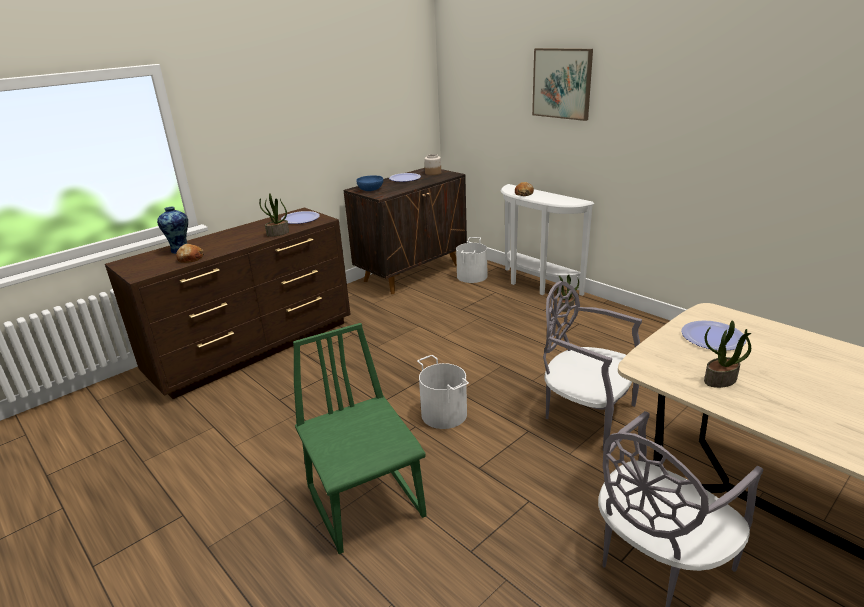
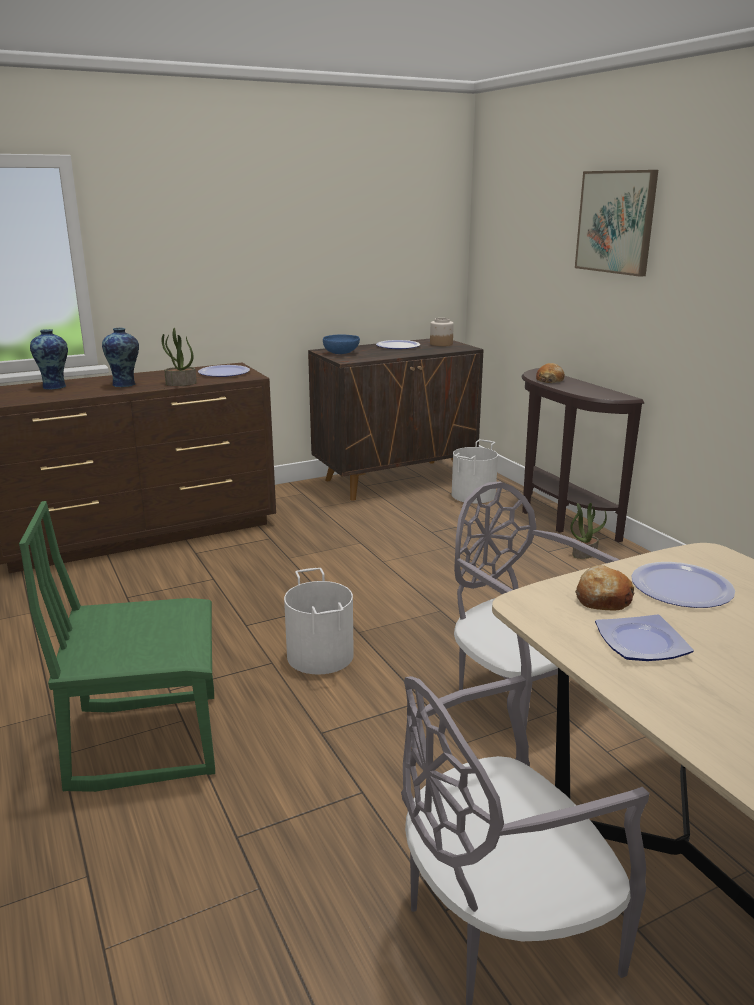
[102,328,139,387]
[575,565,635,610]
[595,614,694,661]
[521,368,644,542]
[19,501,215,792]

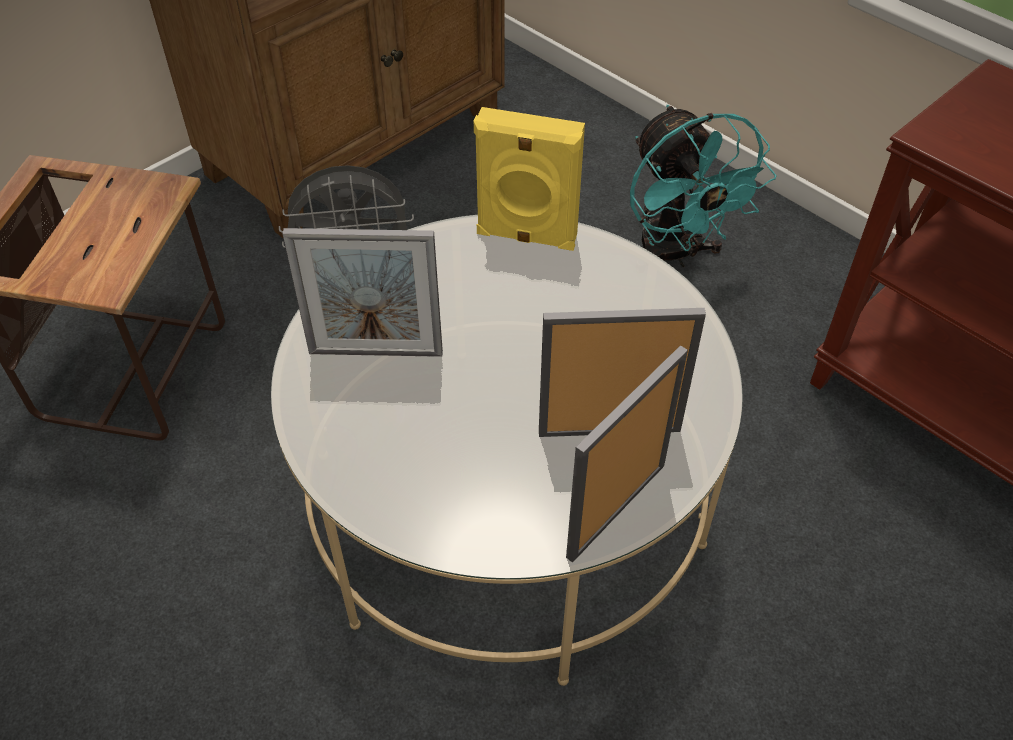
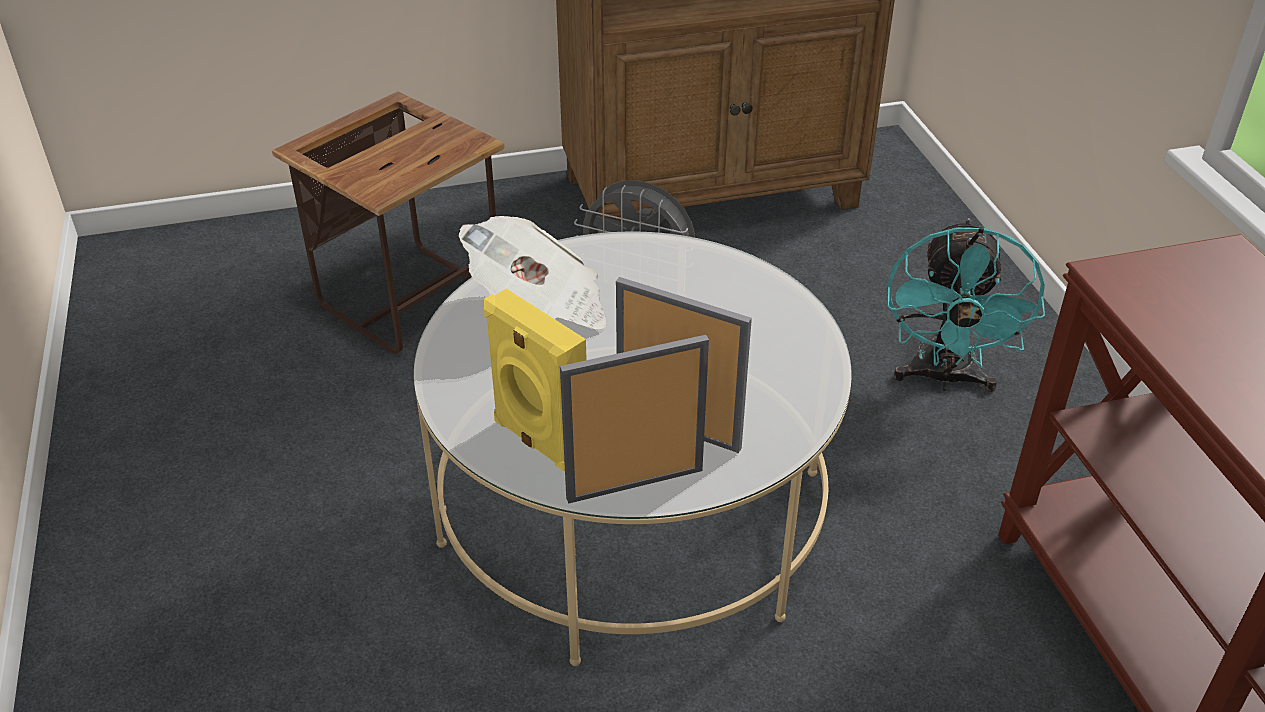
[484,289,587,472]
[459,216,607,329]

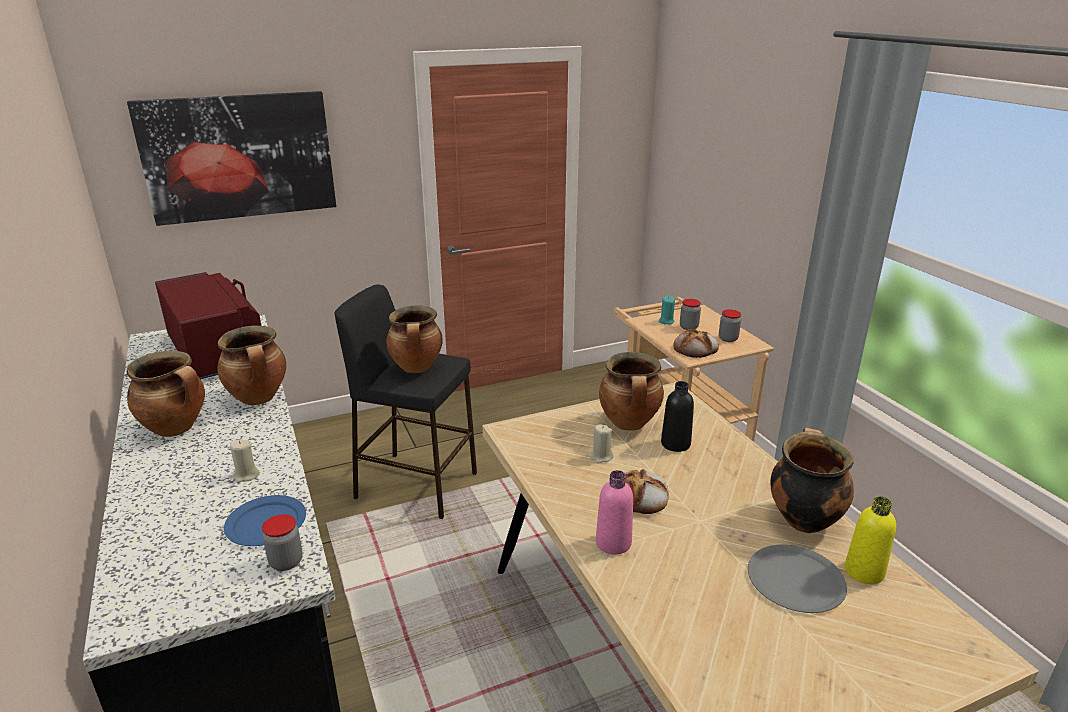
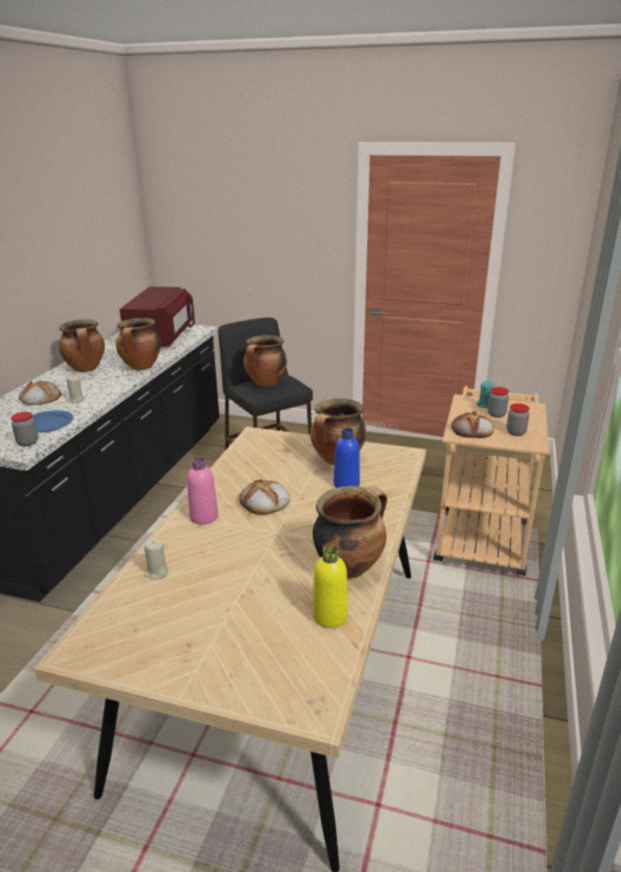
[127,91,336,226] (first image)
[748,545,847,613] (first image)
[19,381,61,405]
[144,538,170,579]
[334,428,360,488]

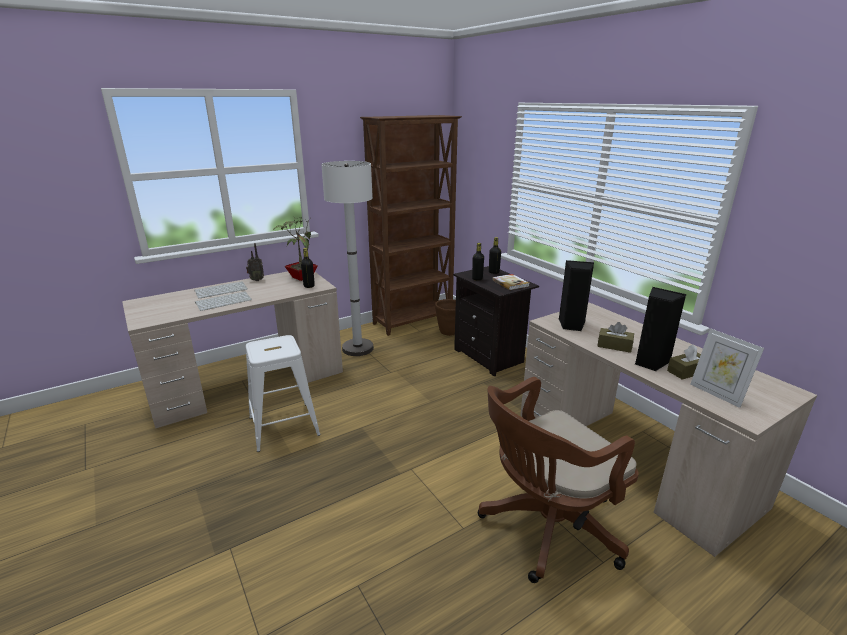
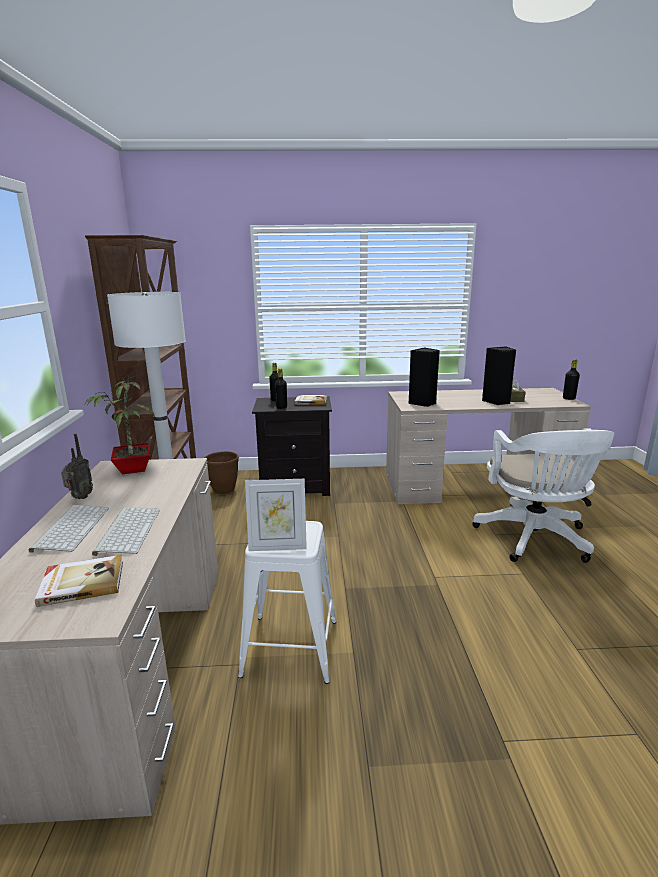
[597,322,634,353] (first image)
[35,555,123,607]
[563,359,580,400]
[245,479,307,551]
[472,428,614,563]

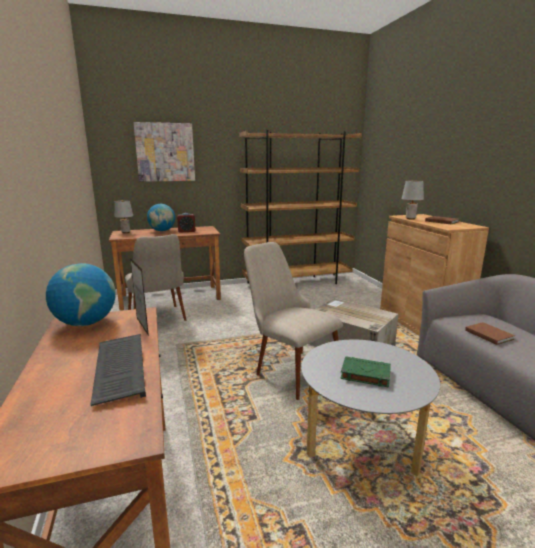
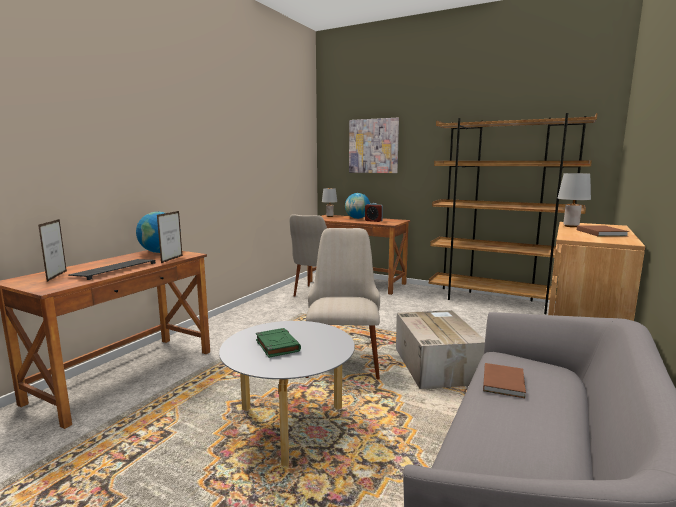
[38,219,67,282]

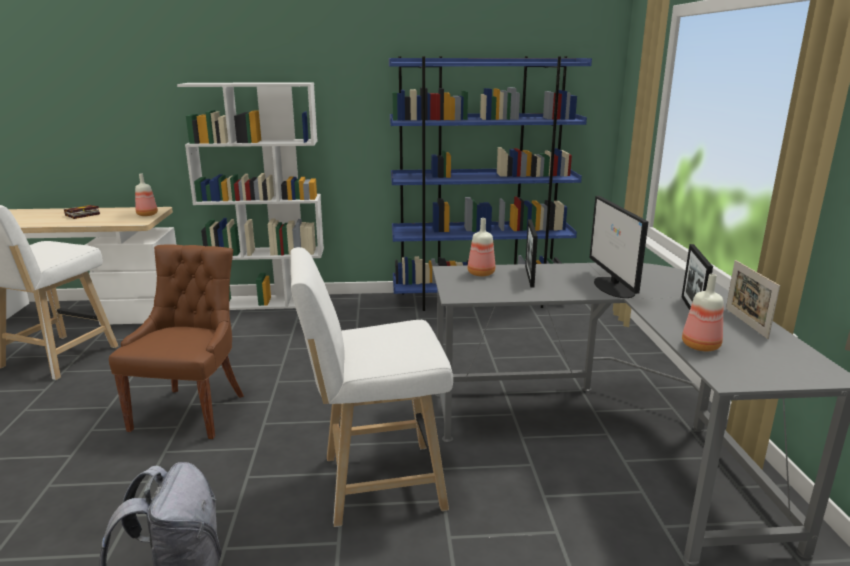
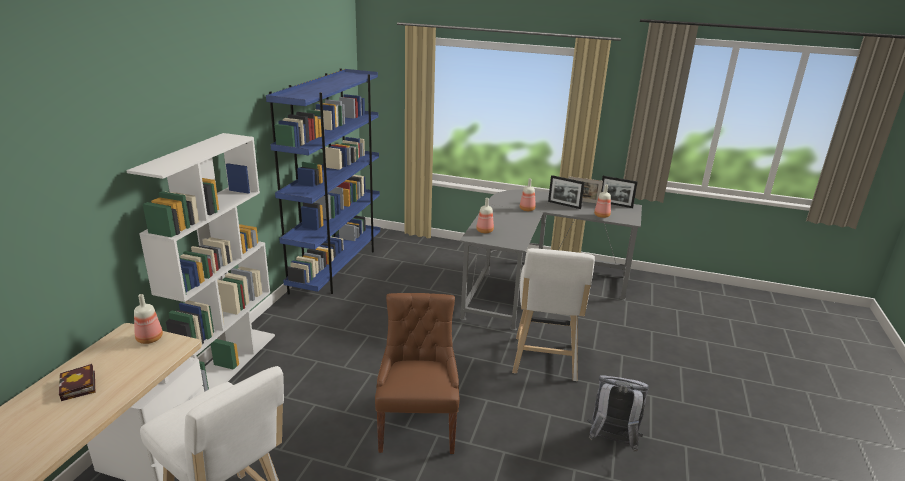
[601,176,638,208]
[520,179,536,211]
[375,293,459,454]

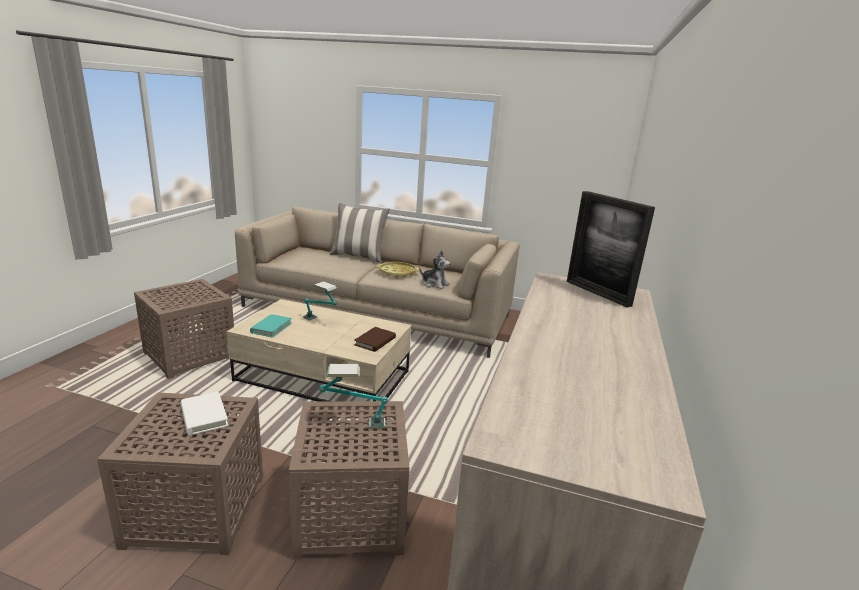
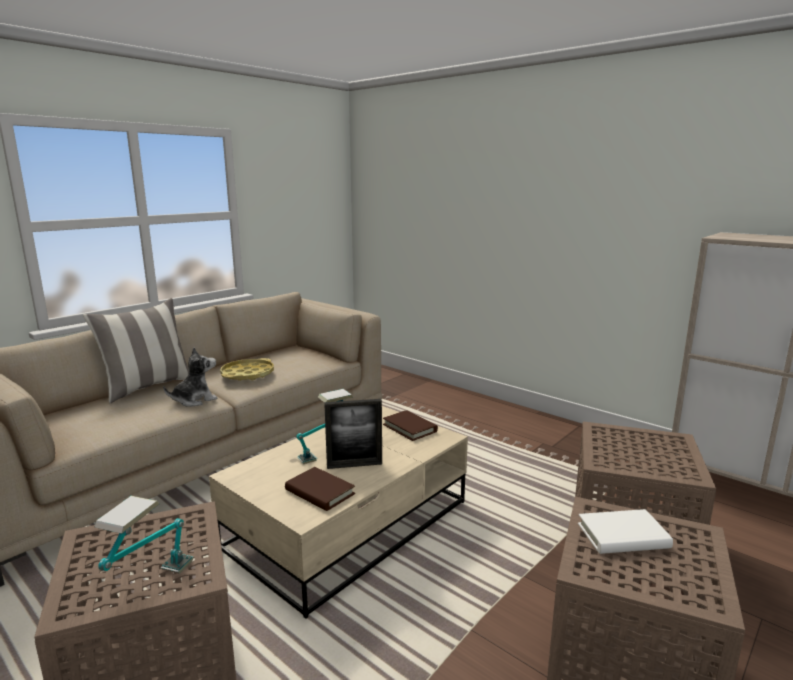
[95,496,194,574]
[163,347,218,407]
[324,399,382,469]
[285,467,355,511]

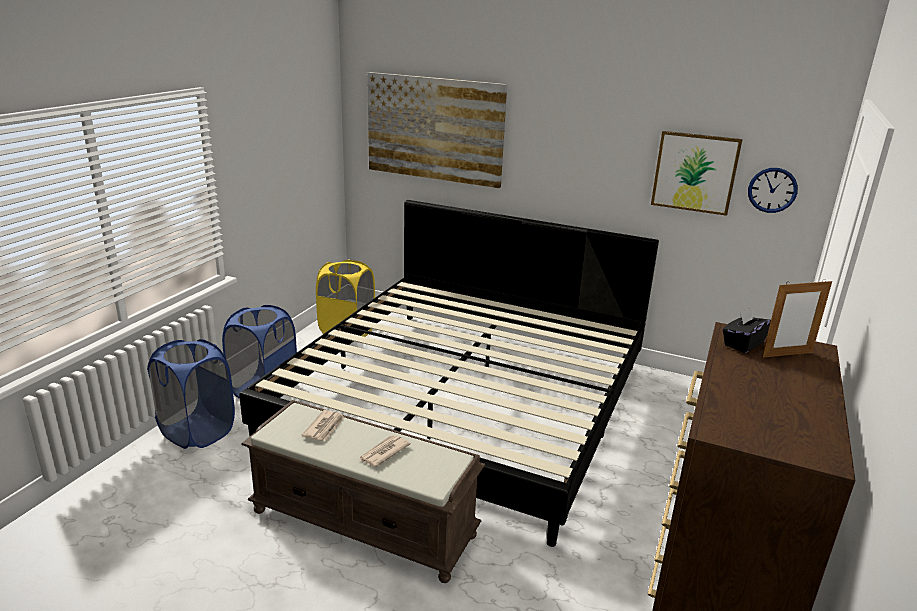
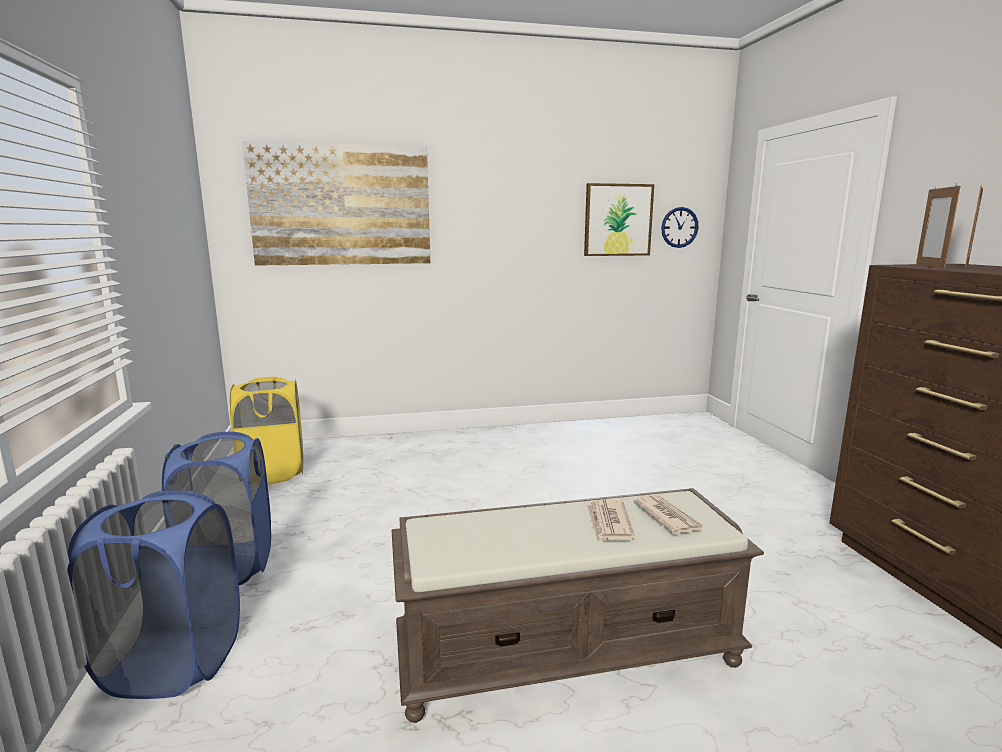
[239,200,659,547] (first image)
[633,495,704,534]
[916,183,960,269]

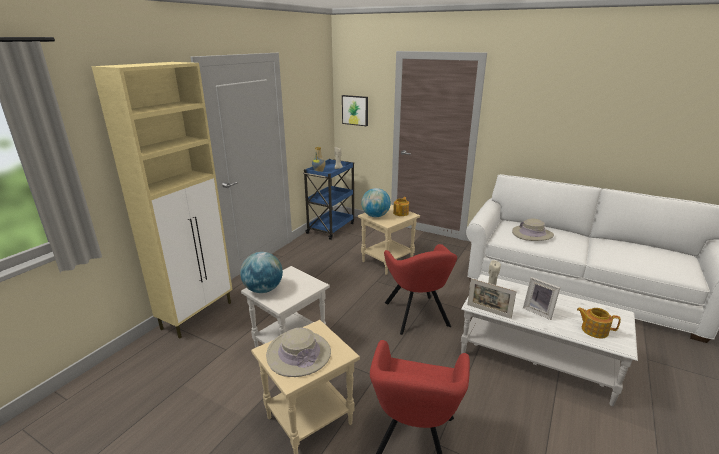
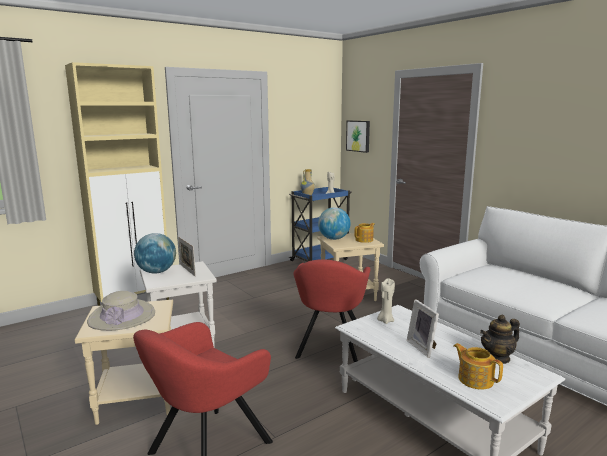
[512,219,554,241] (first image)
[480,315,520,364]
[178,237,196,277]

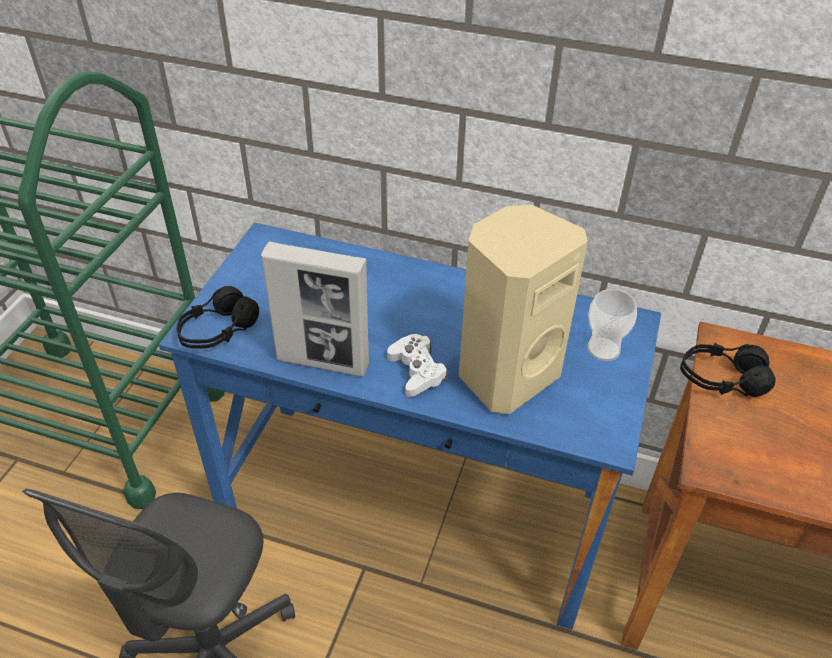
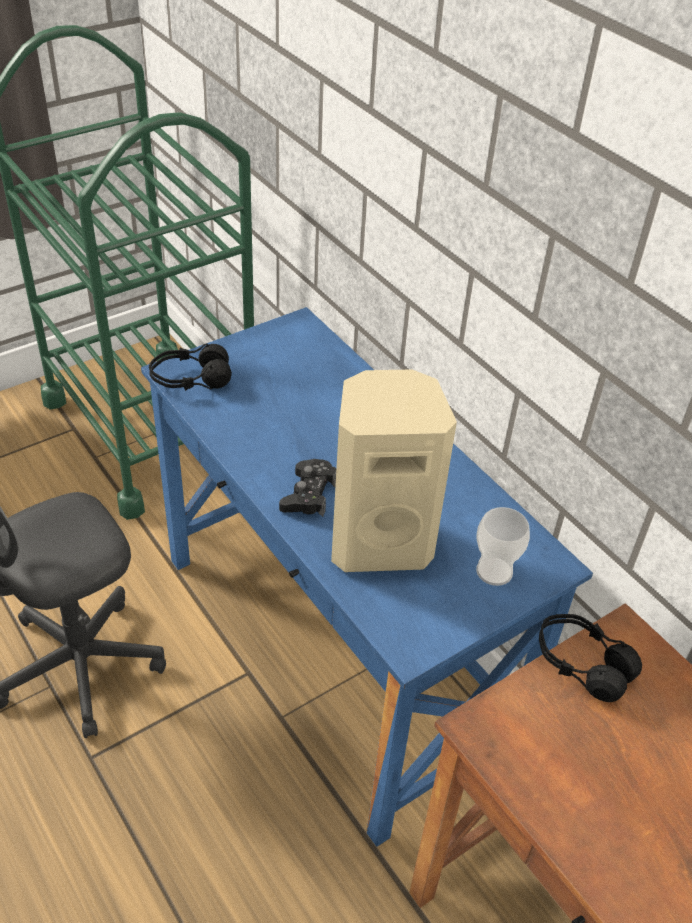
[261,242,369,377] (first image)
[279,459,336,517]

